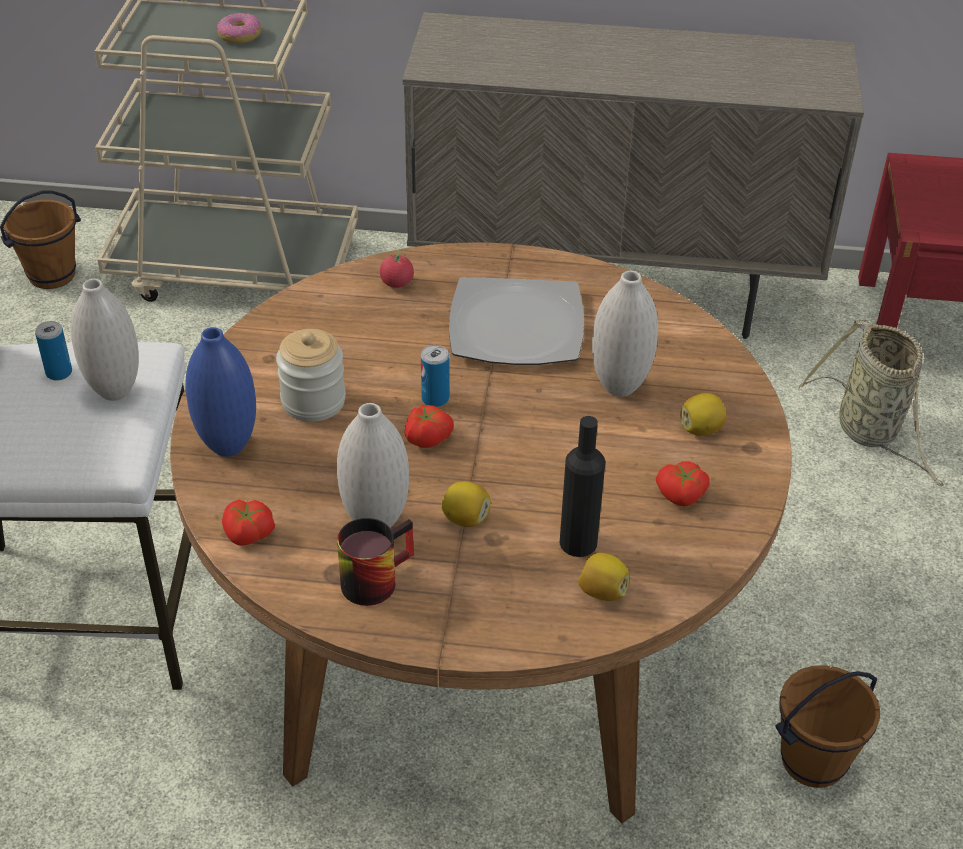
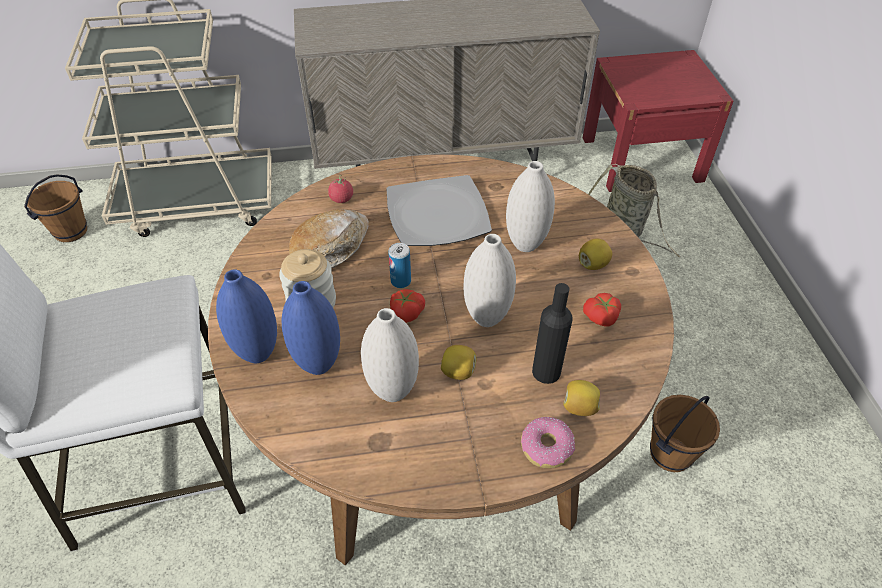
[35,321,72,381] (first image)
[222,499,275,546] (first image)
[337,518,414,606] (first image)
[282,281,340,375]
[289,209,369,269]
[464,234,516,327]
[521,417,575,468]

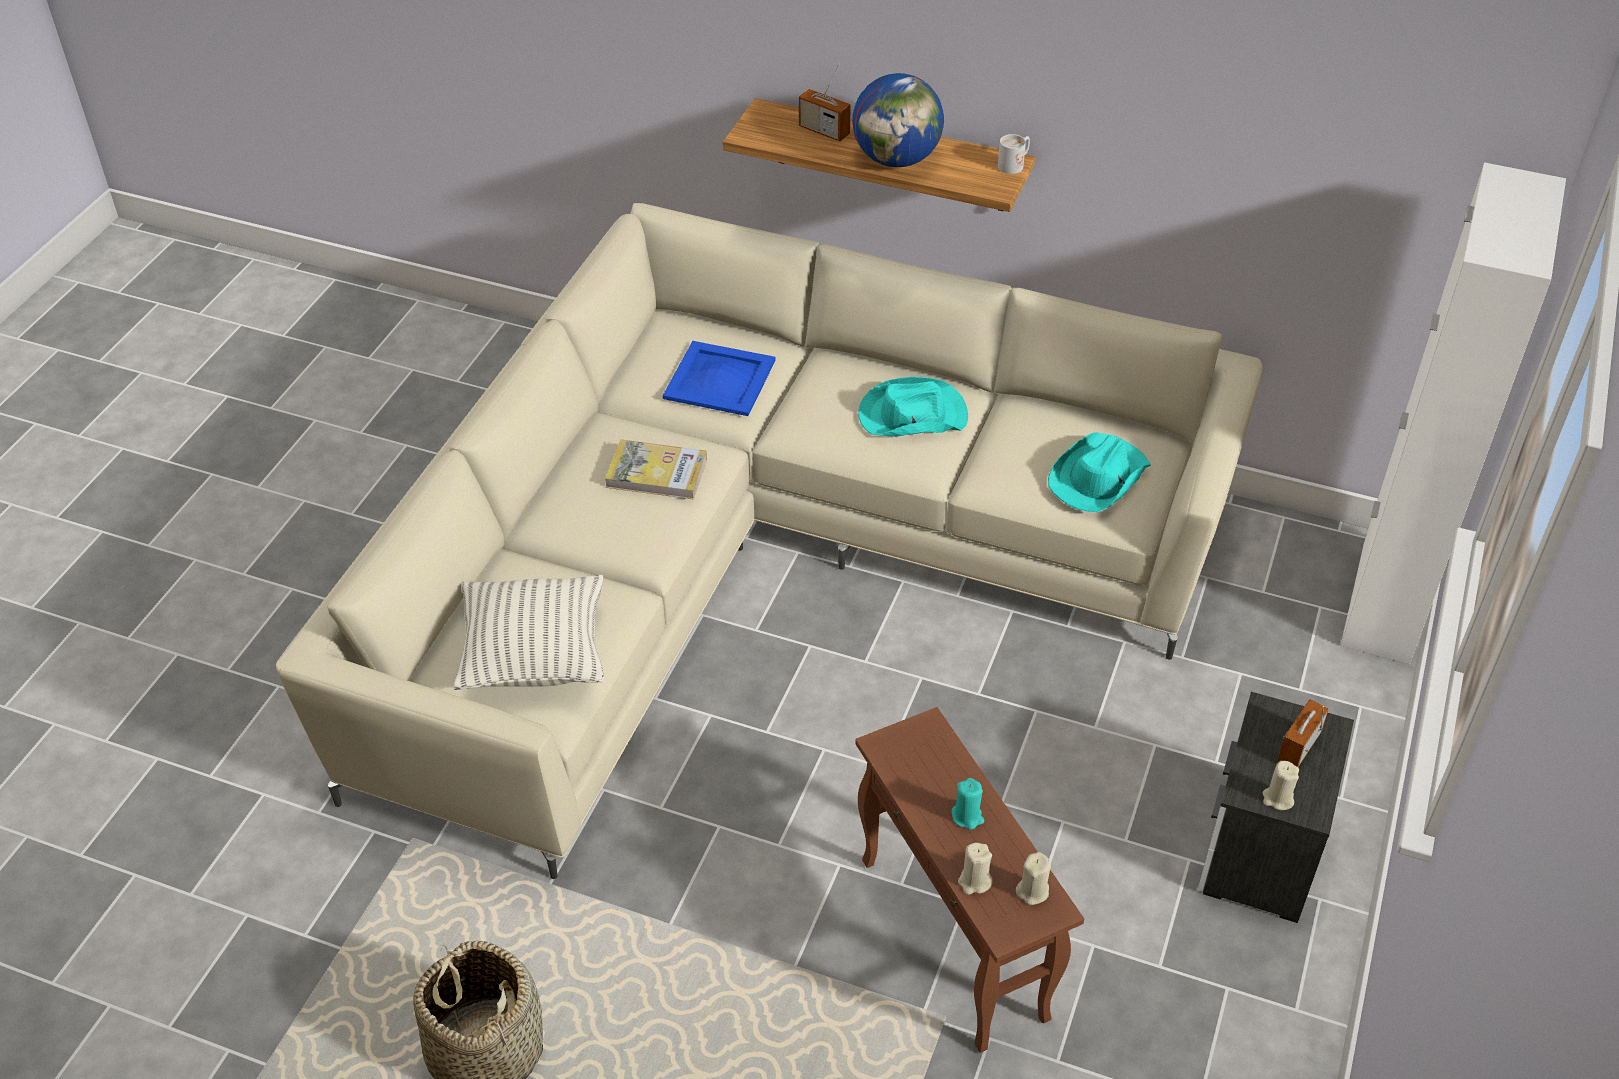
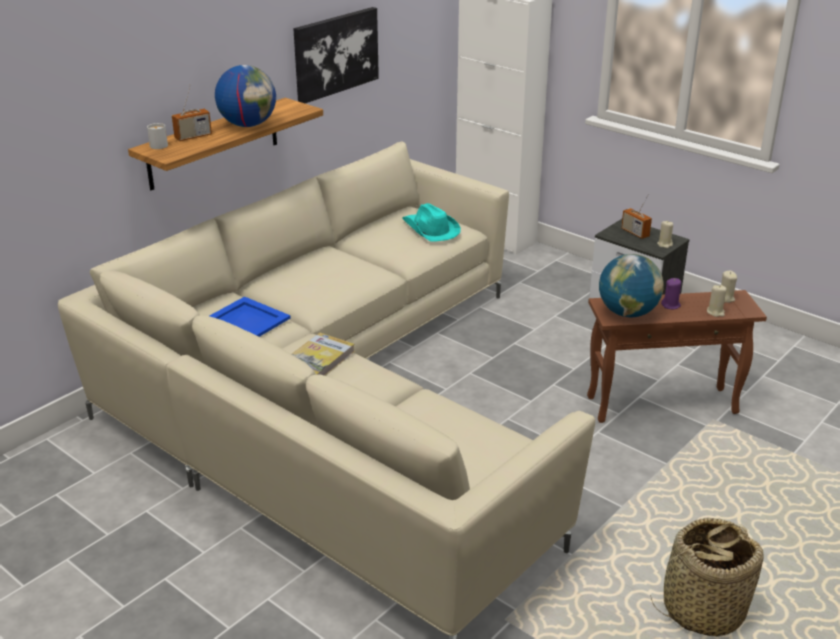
[453,575,605,690] (first image)
[858,377,968,437] (first image)
[293,7,379,103]
[599,254,664,317]
[147,123,168,149]
[661,278,681,309]

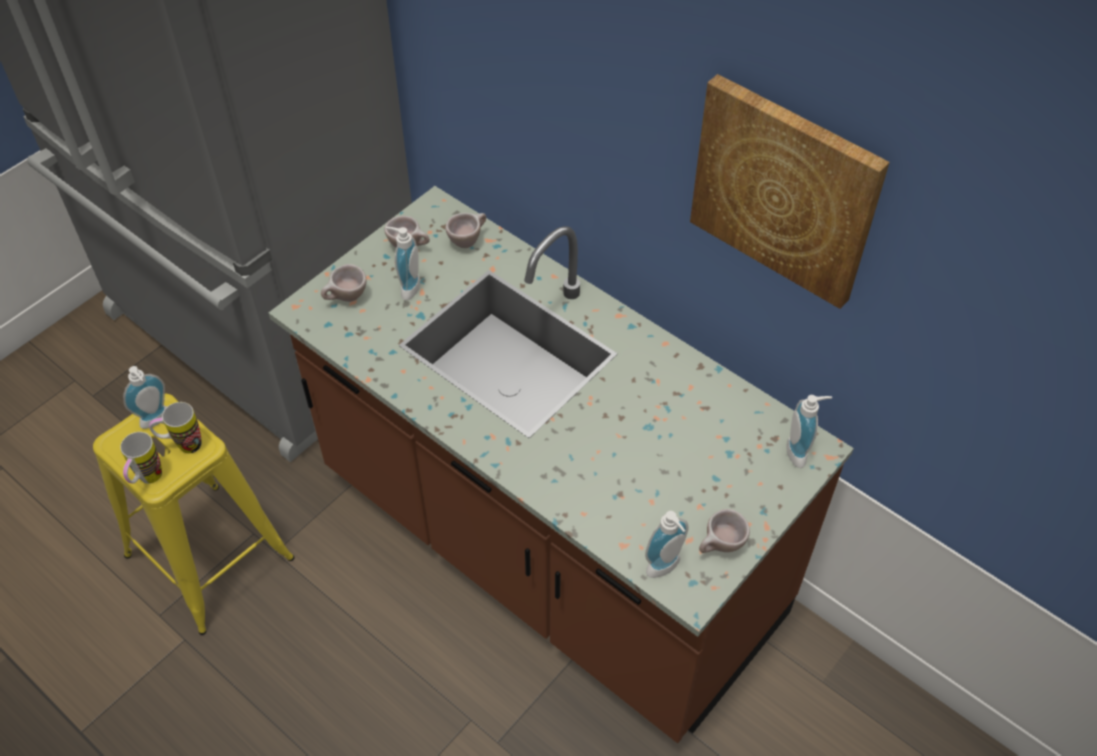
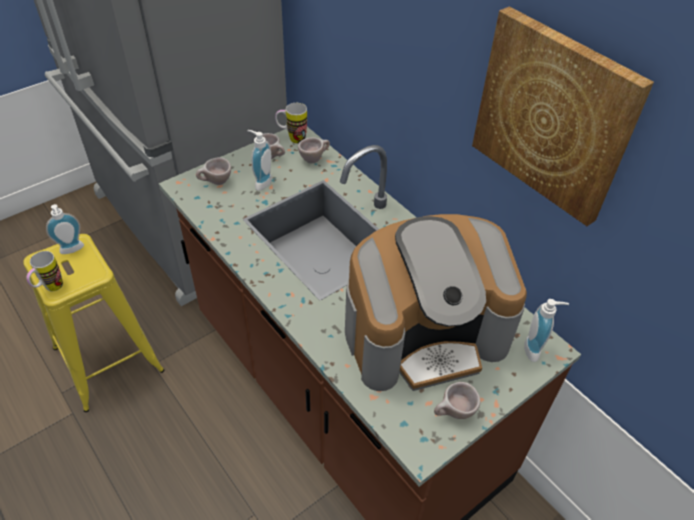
[645,511,688,578] (first image)
[345,214,527,391]
[275,103,307,144]

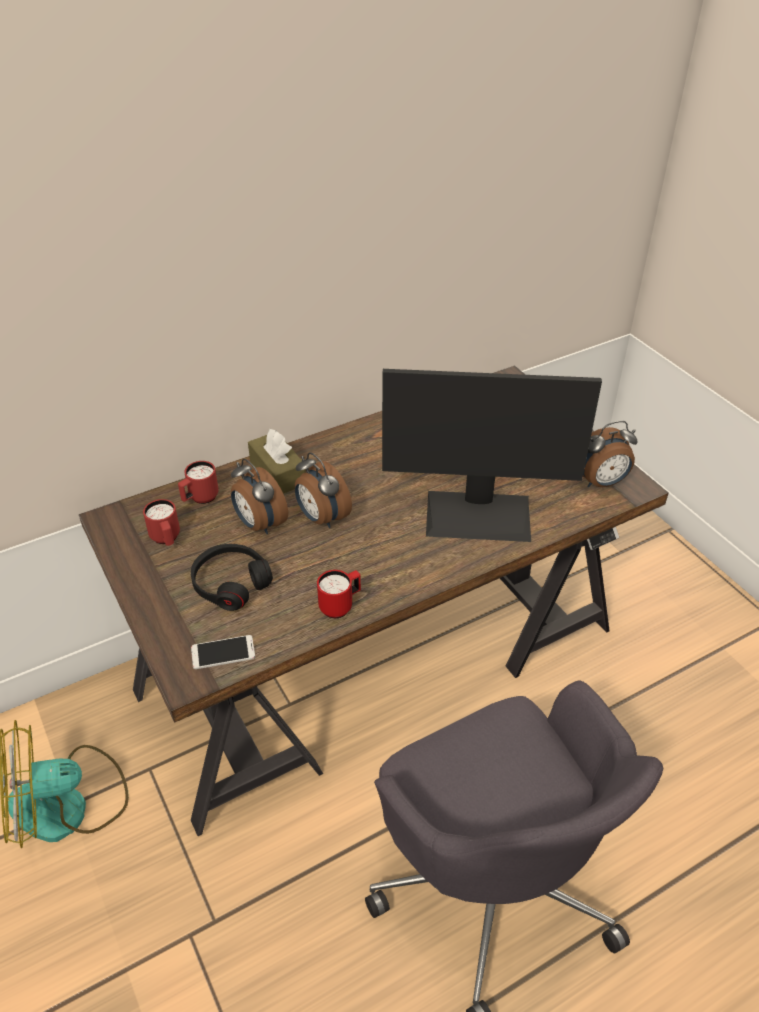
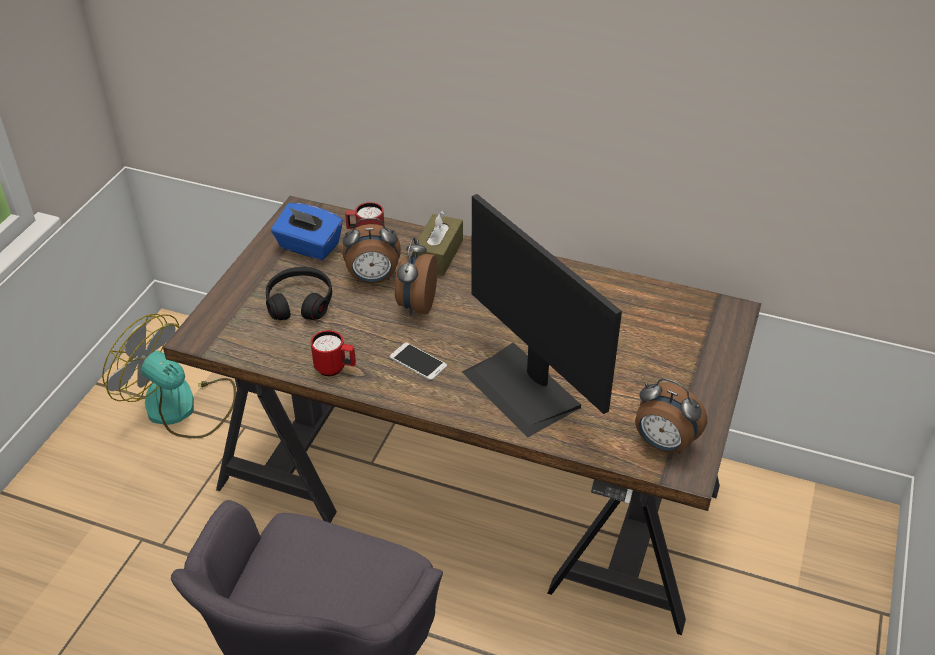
[390,342,447,380]
[271,203,343,260]
[342,218,401,284]

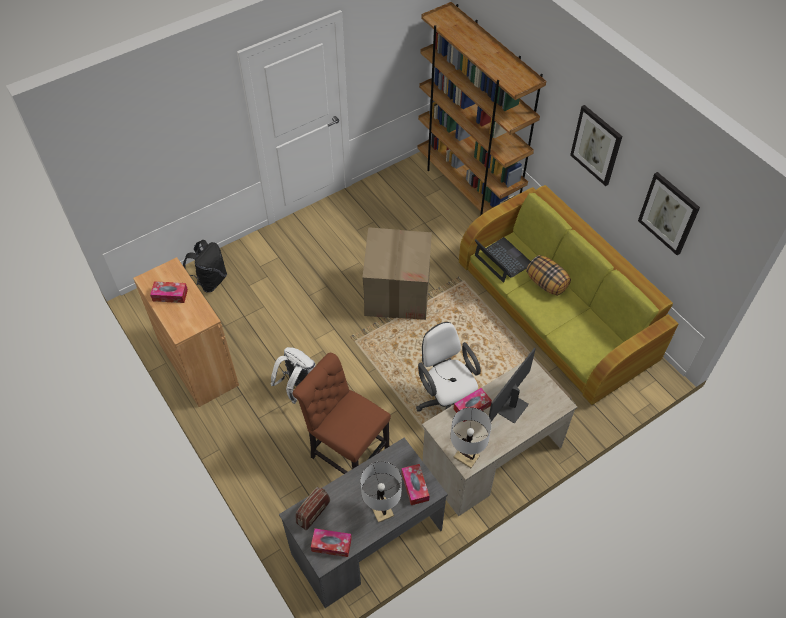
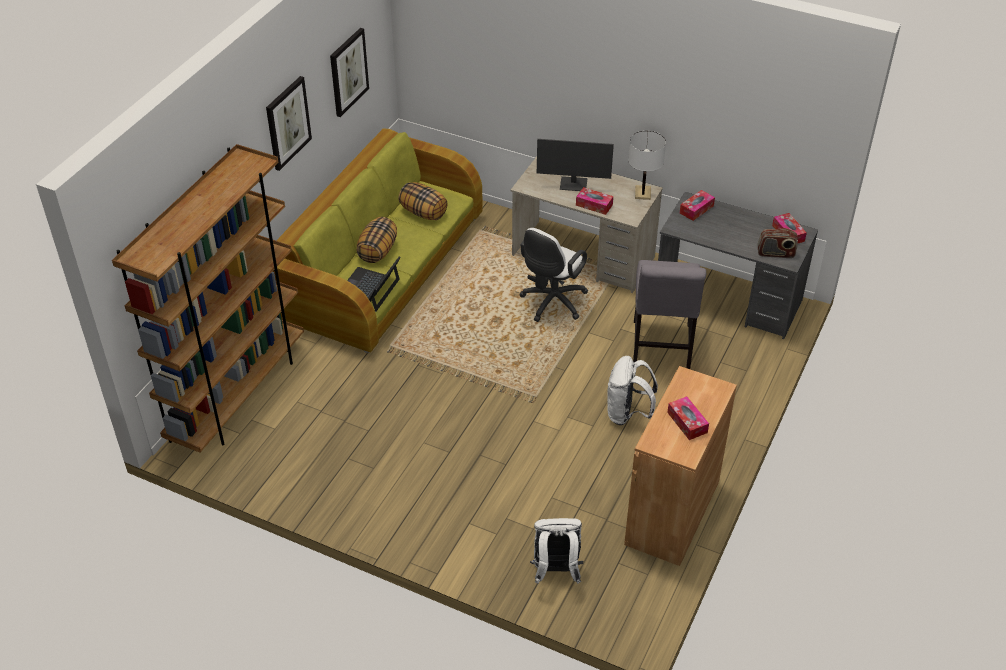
[361,461,402,523] (first image)
[362,227,432,320] (first image)
[398,182,448,220]
[530,518,583,584]
[633,260,706,369]

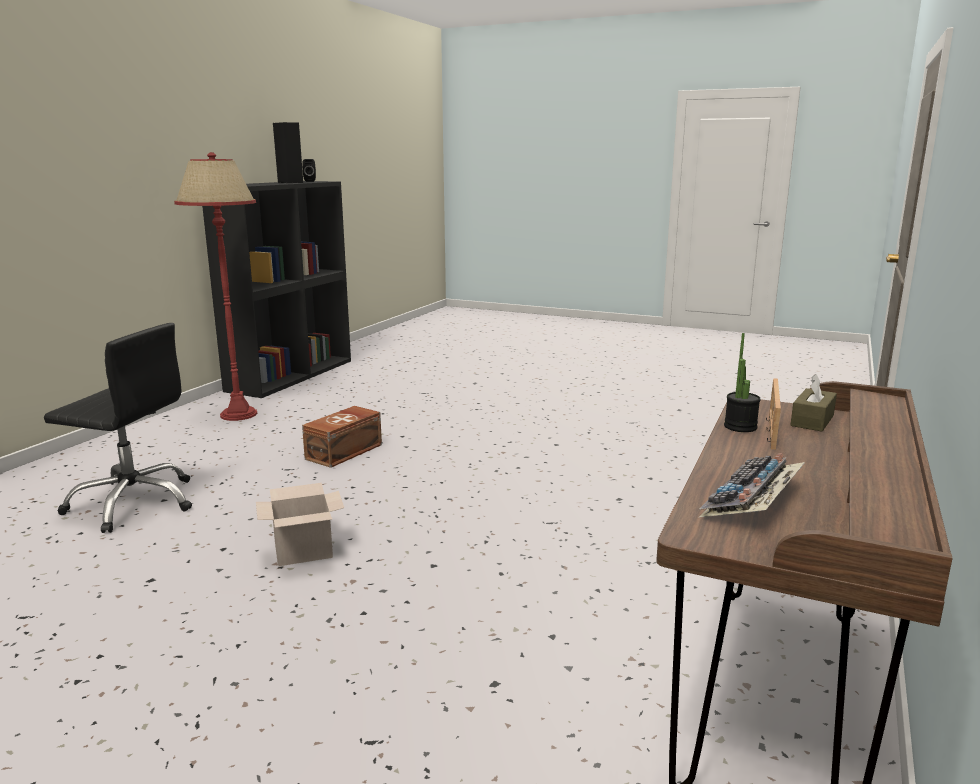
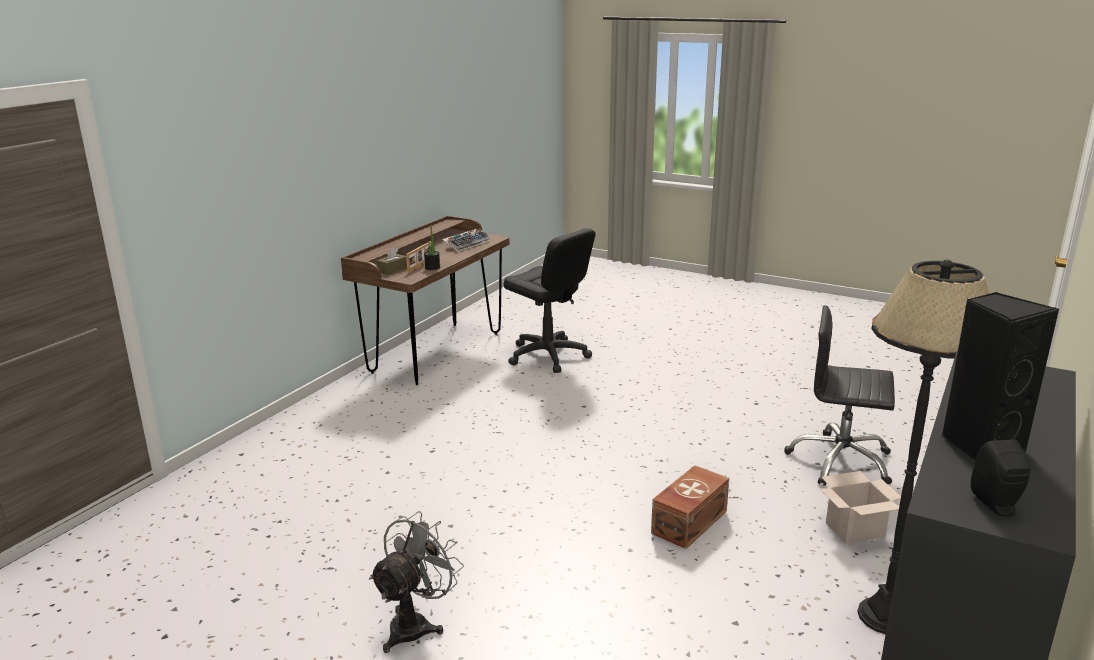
[369,511,464,653]
[504,228,596,373]
[820,471,901,544]
[857,260,989,634]

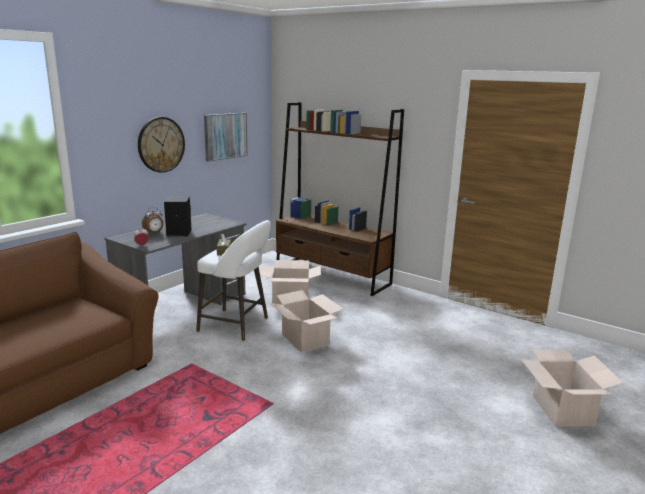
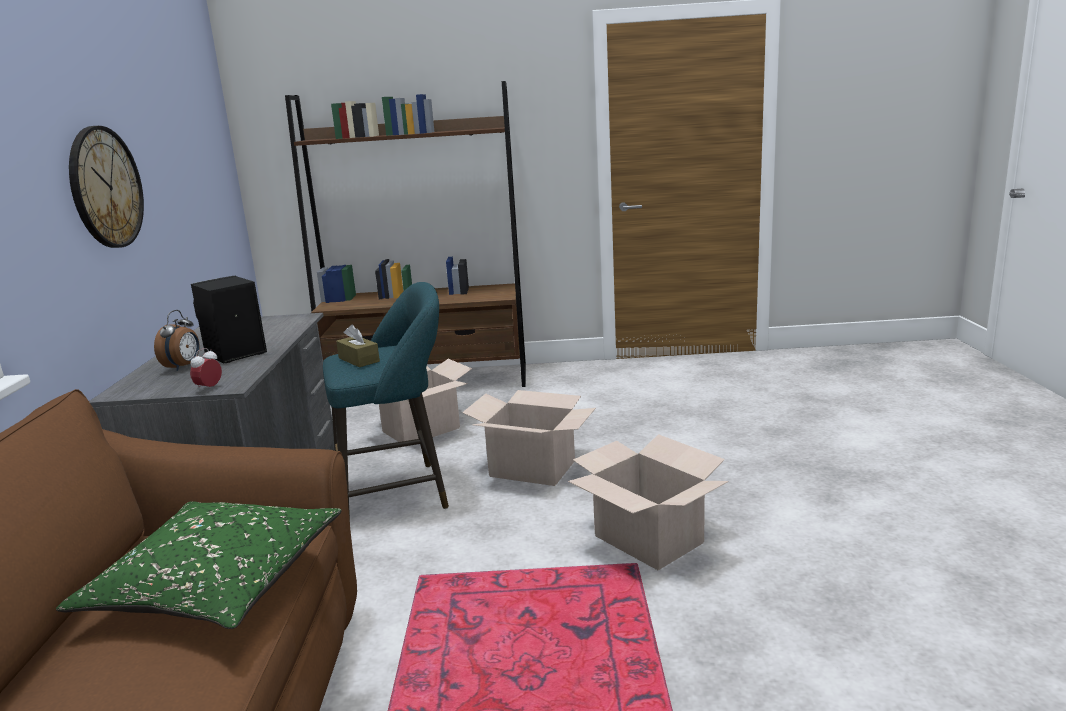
[204,113,247,162] (first image)
[56,501,342,629]
[568,434,729,570]
[323,282,449,521]

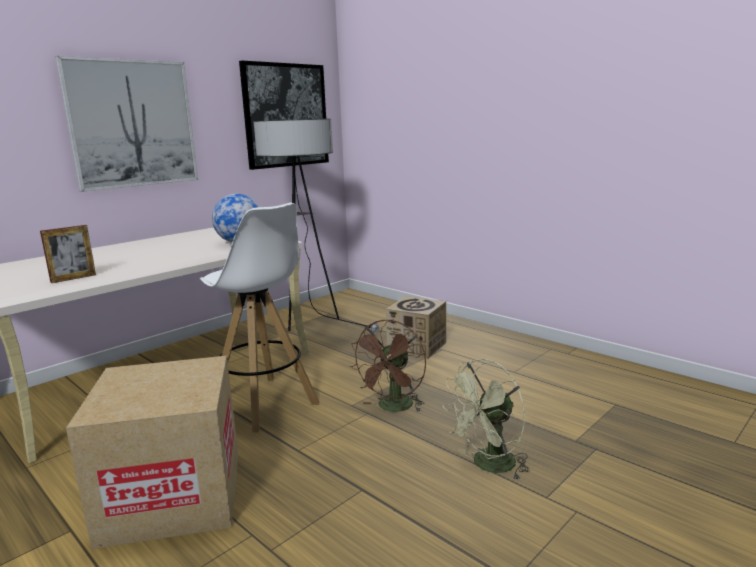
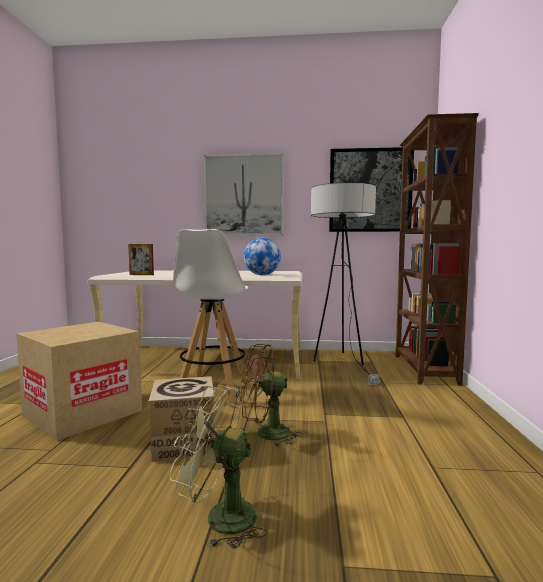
[396,113,479,386]
[149,376,215,462]

